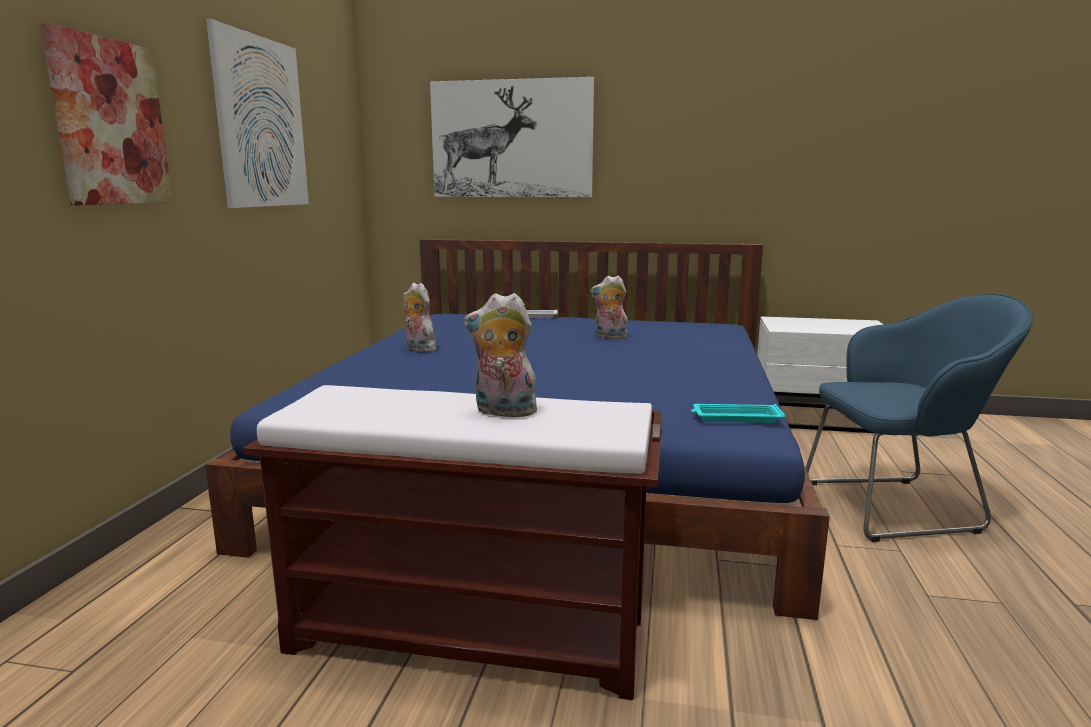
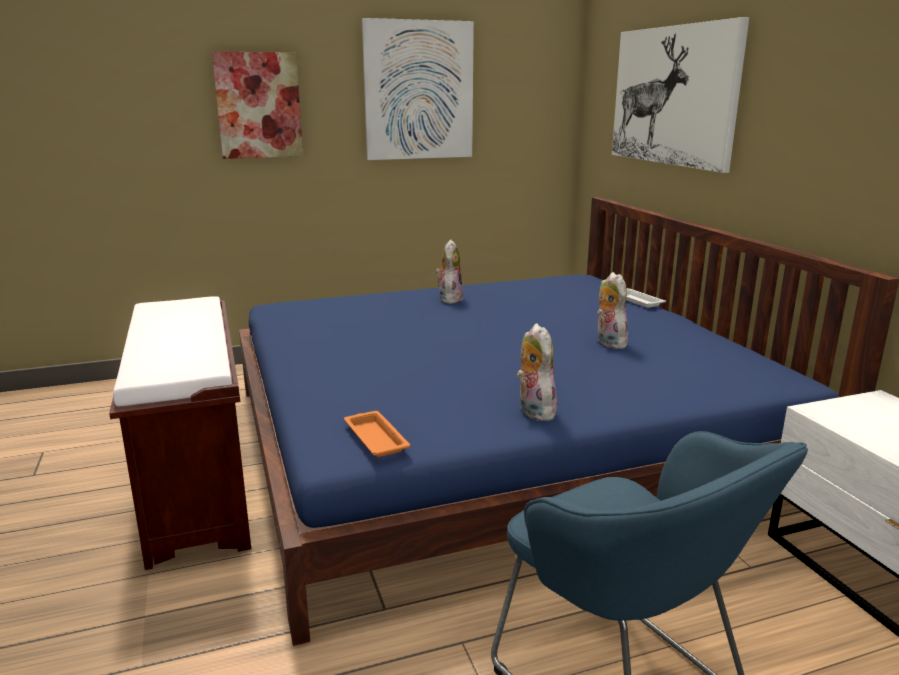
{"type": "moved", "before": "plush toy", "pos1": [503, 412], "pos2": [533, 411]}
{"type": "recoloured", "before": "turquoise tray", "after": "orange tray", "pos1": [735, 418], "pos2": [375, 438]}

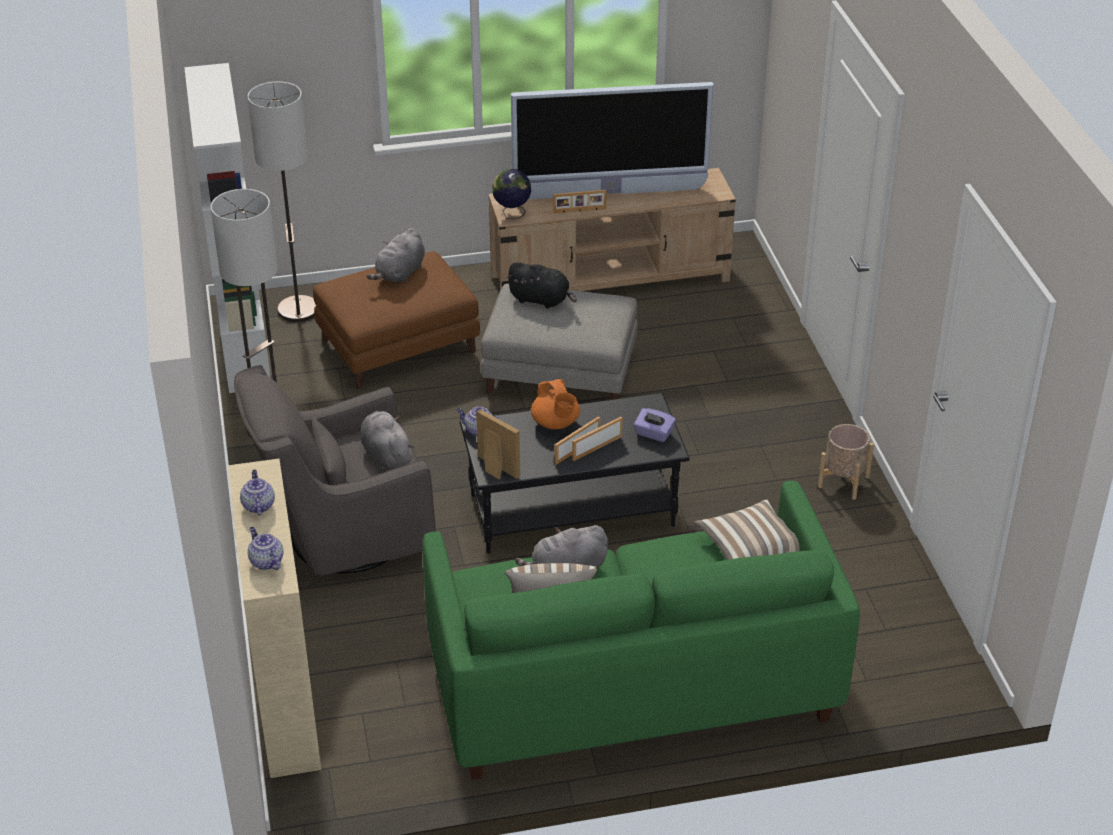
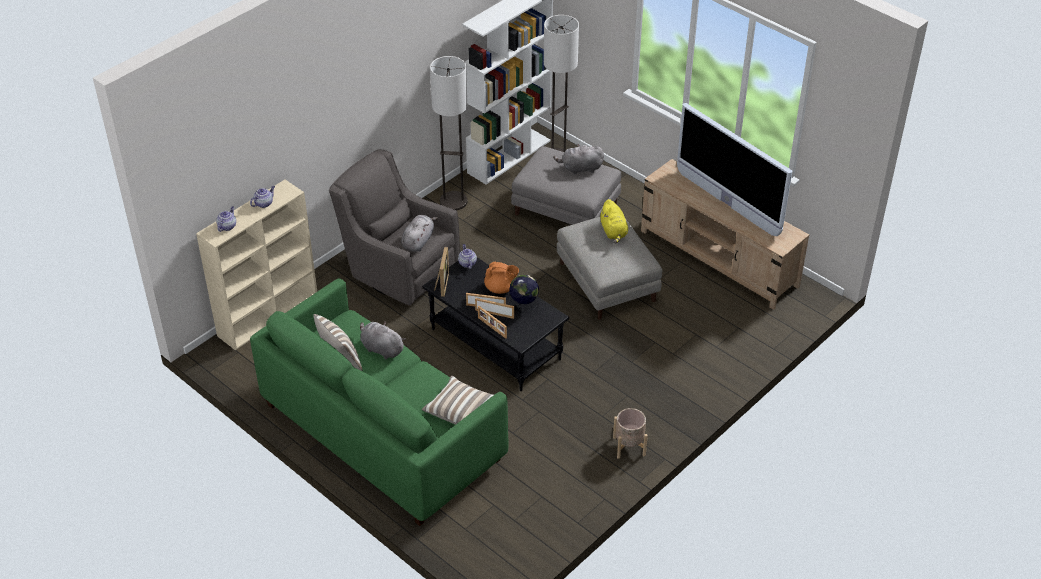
{"type": "moved", "before": "globe", "pos1": [512, 214], "pos2": [524, 305]}
{"type": "moved", "before": "picture frame", "pos1": [580, 211], "pos2": [491, 328]}
{"type": "recoloured", "before": "brown ottoman", "after": "grey ottoman", "pos1": [397, 348], "pos2": [564, 210]}
{"type": "recoloured", "before": "black plush toy", "after": "yellow plush toy", "pos1": [541, 300], "pos2": [613, 231]}
{"type": "turned", "before": "orange teapot", "pos1": [556, 423], "pos2": [500, 288], "turn": -105}
{"type": "removed", "before": "purple tissue box", "pos1": [654, 434]}

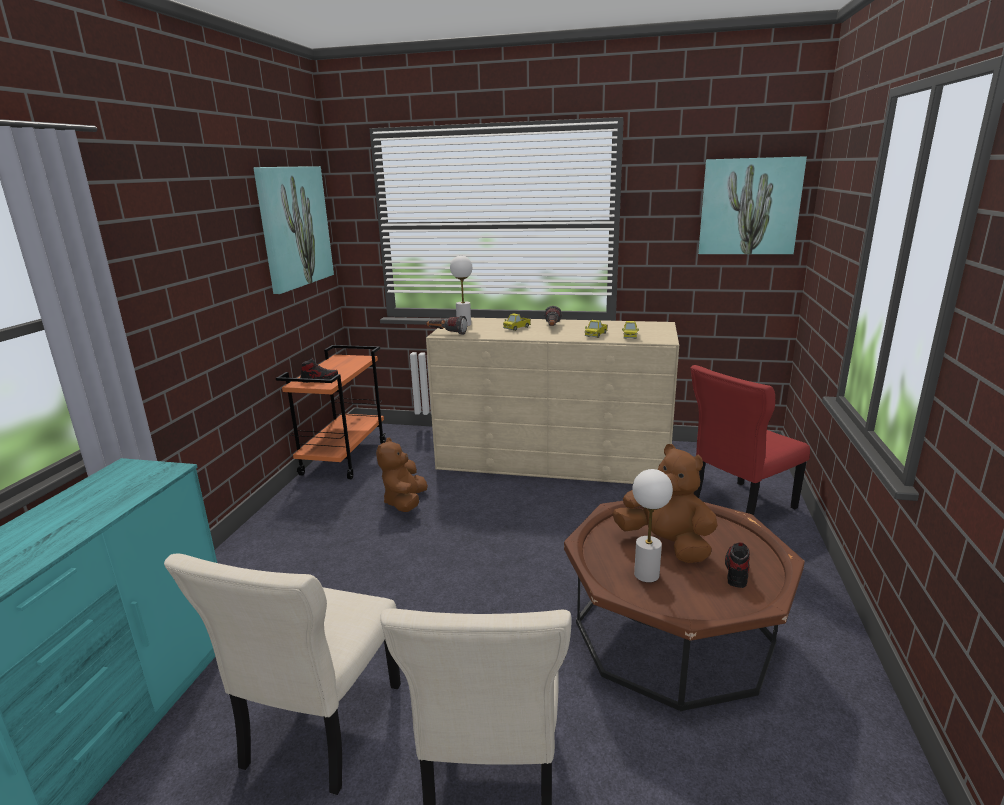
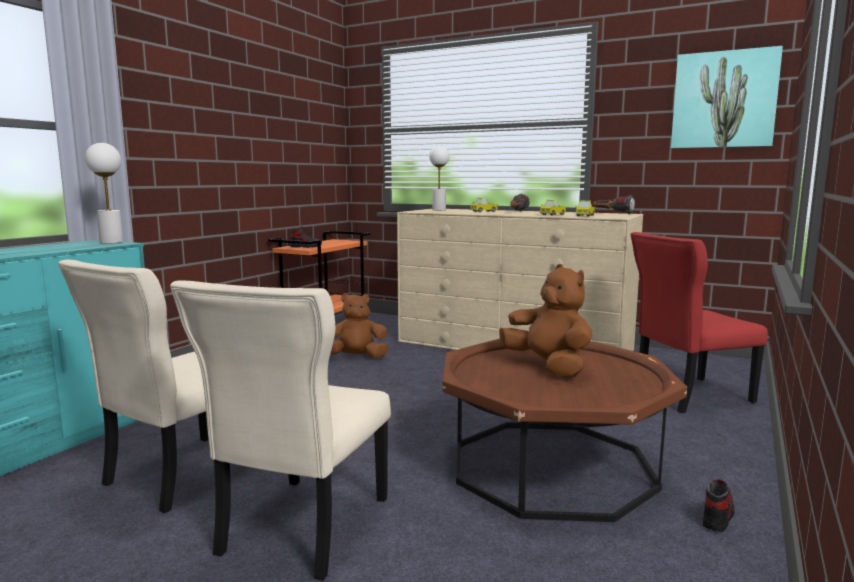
{"type": "removed", "before": "picture", "pos1": [294, 227]}
{"type": "moved", "before": "flashlight", "pos1": [446, 333], "pos2": [612, 213]}
{"type": "turned", "before": "brown plush toy", "pos1": [405, 502], "pos2": [356, 357], "turn": 60}
{"type": "moved", "before": "white table lamp", "pos1": [647, 574], "pos2": [111, 242]}
{"type": "moved", "before": "shoe", "pos1": [736, 571], "pos2": [717, 516]}

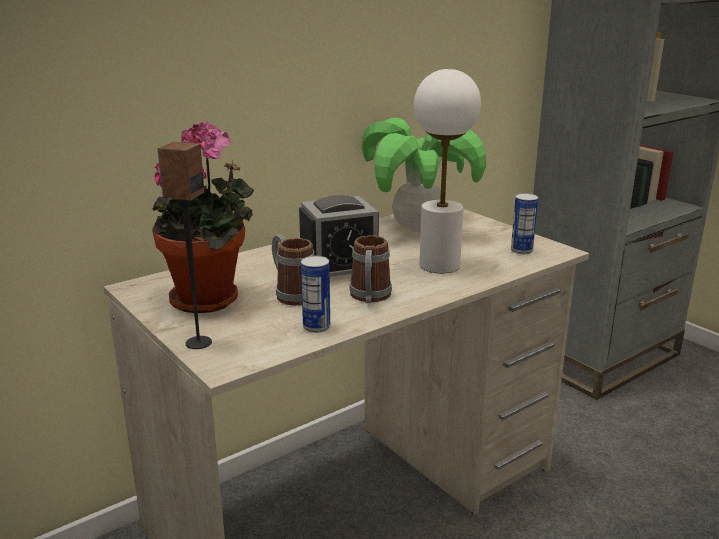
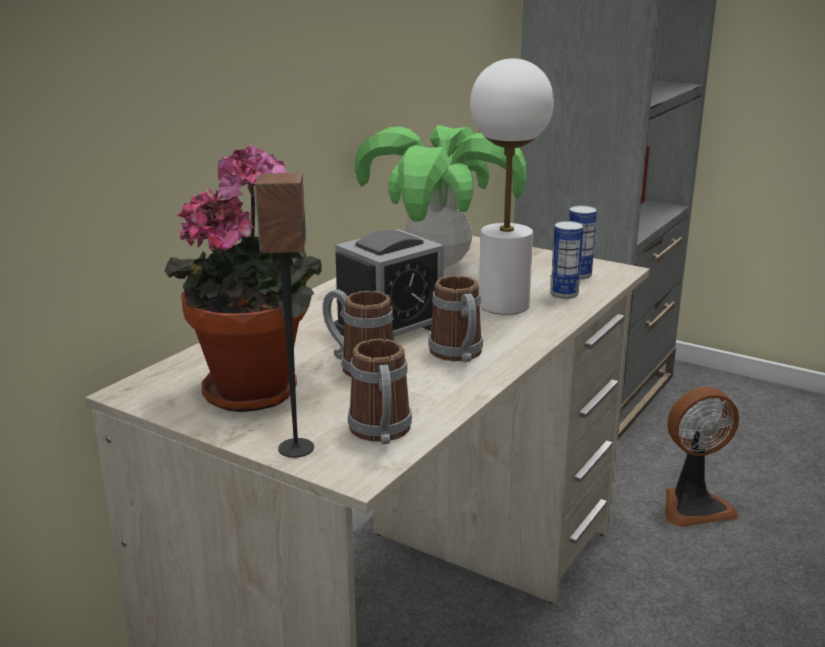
{"type": "moved", "before": "can", "pos1": [316, 327], "pos2": [564, 294]}
{"type": "added", "after": "mug", "pos2": [381, 434]}
{"type": "added", "after": "fan", "pos2": [693, 506]}

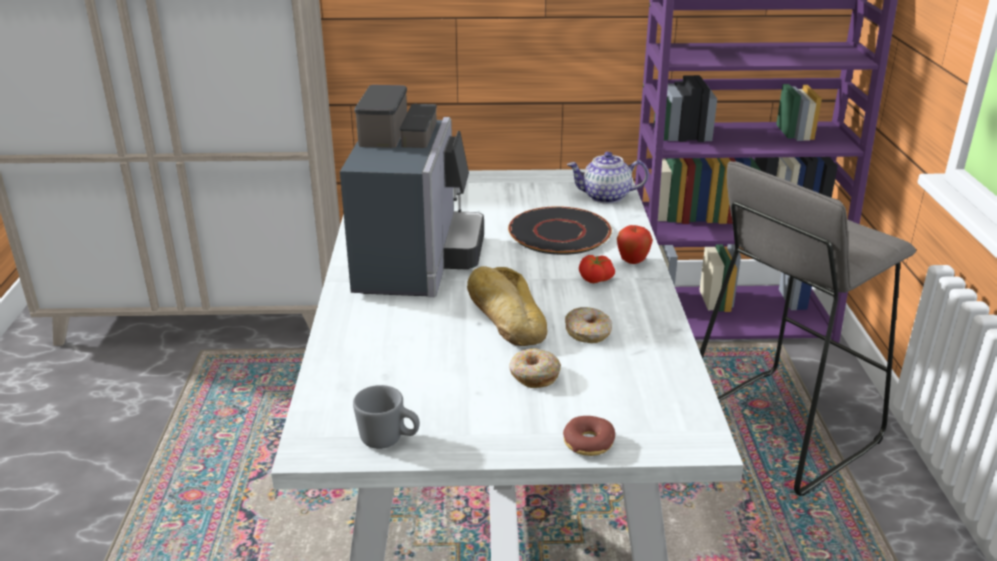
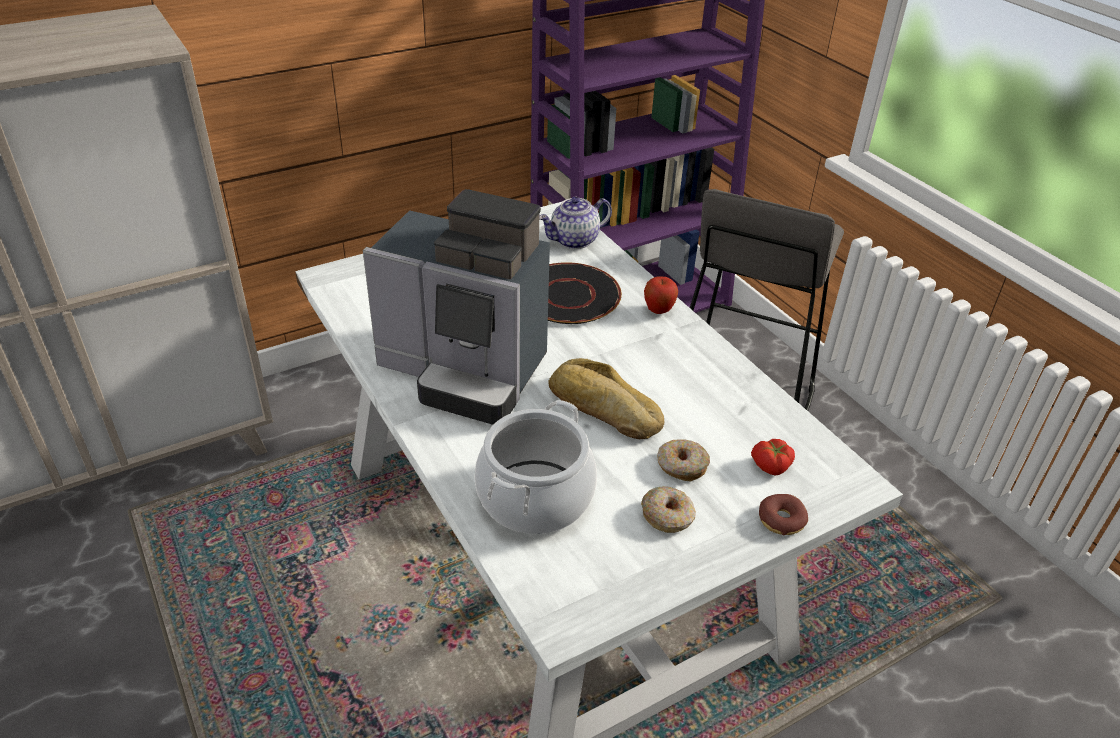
{"type": "turned", "before": "coffee machine", "pos1": [416, 262], "pos2": [465, 371], "turn": 135}
{"type": "moved", "before": "tomato", "pos1": [595, 280], "pos2": [771, 467]}
{"type": "moved", "before": "donut", "pos1": [588, 332], "pos2": [668, 516]}
{"type": "removed", "before": "grey mug", "pos1": [389, 440]}
{"type": "added", "after": "cooking pot", "pos2": [536, 497]}

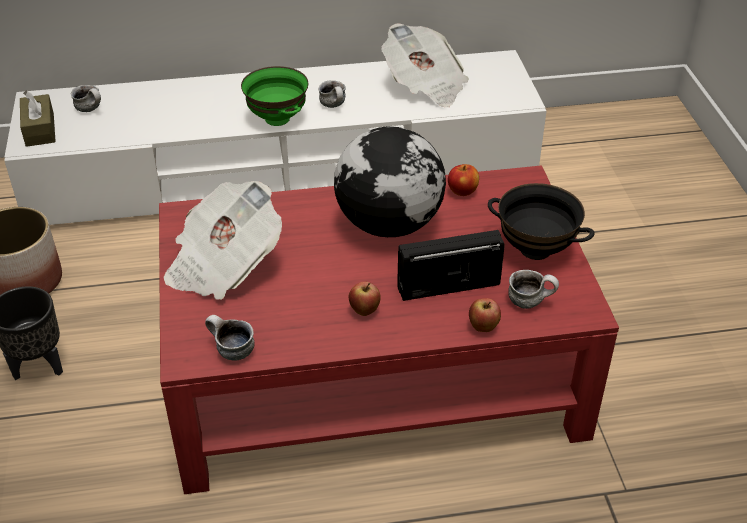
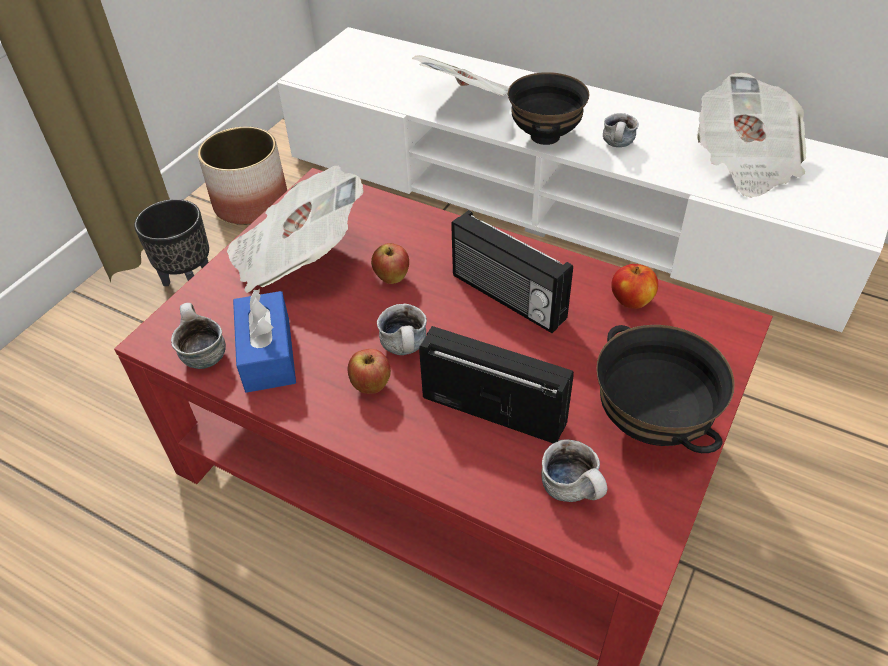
{"type": "recoloured", "before": "green bowl", "after": "black bowl", "pos1": [276, 119], "pos2": [544, 136]}
{"type": "moved", "before": "mug", "pos1": [91, 109], "pos2": [407, 349]}
{"type": "removed", "before": "brown tissue box", "pos1": [40, 129]}
{"type": "replaced", "before": "globe", "after": "radio", "pos1": [390, 224], "pos2": [506, 298]}
{"type": "moved", "before": "apple", "pos1": [483, 327], "pos2": [392, 279]}
{"type": "added", "after": "newspaper", "pos2": [468, 101]}
{"type": "added", "after": "blue tissue box", "pos2": [268, 354]}

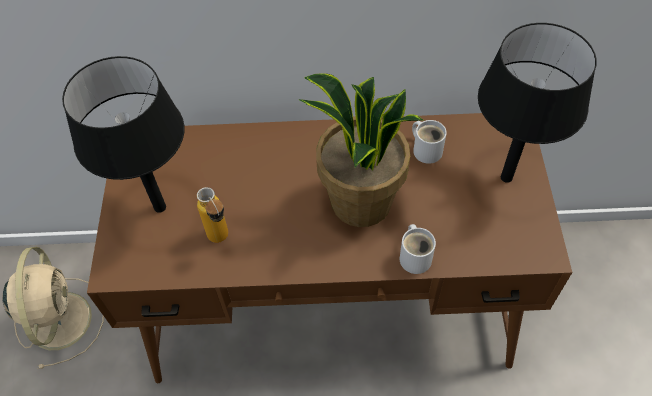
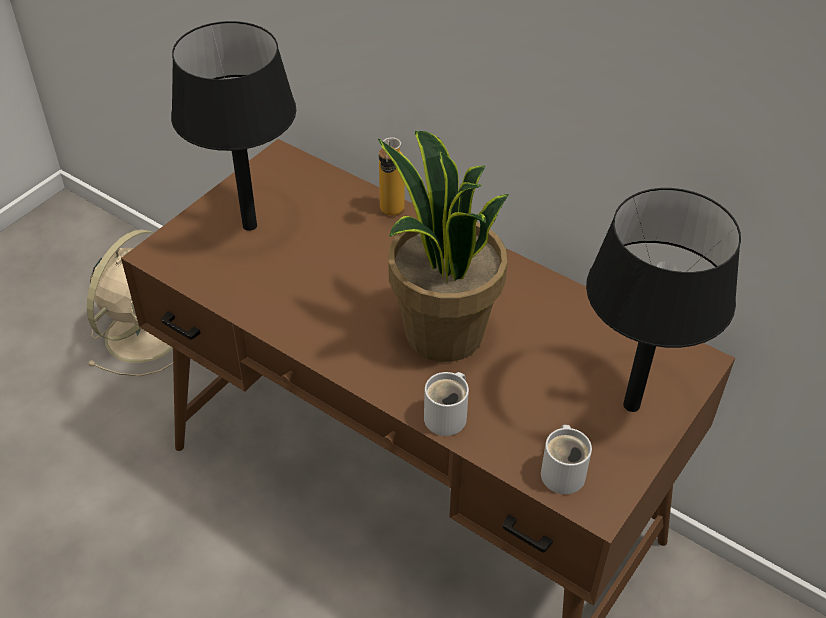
{"type": "moved", "before": "white mug", "pos1": [426, 149], "pos2": [564, 471]}
{"type": "moved", "before": "bottle", "pos1": [222, 241], "pos2": [390, 215]}

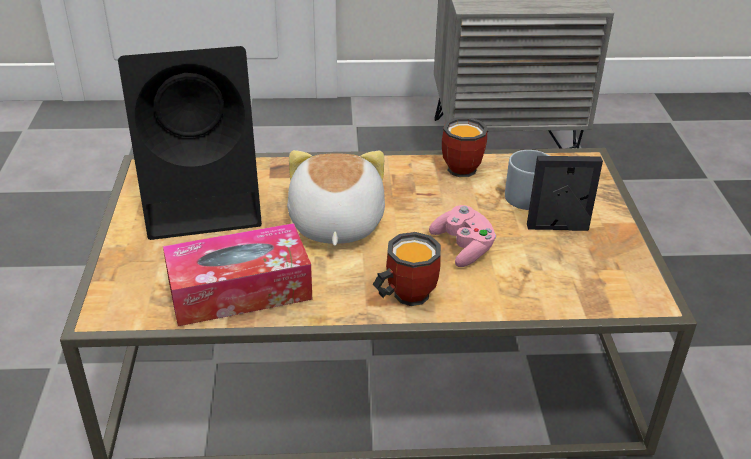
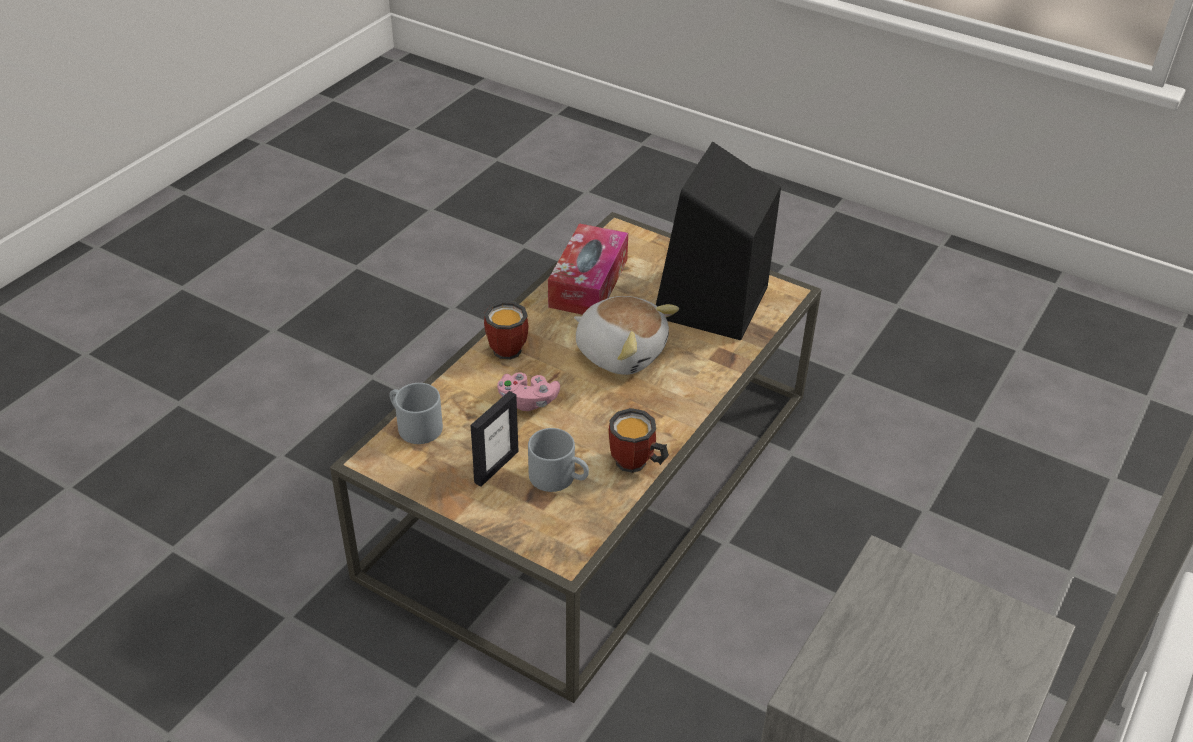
{"type": "added", "after": "grey mug", "pos2": [413, 426]}

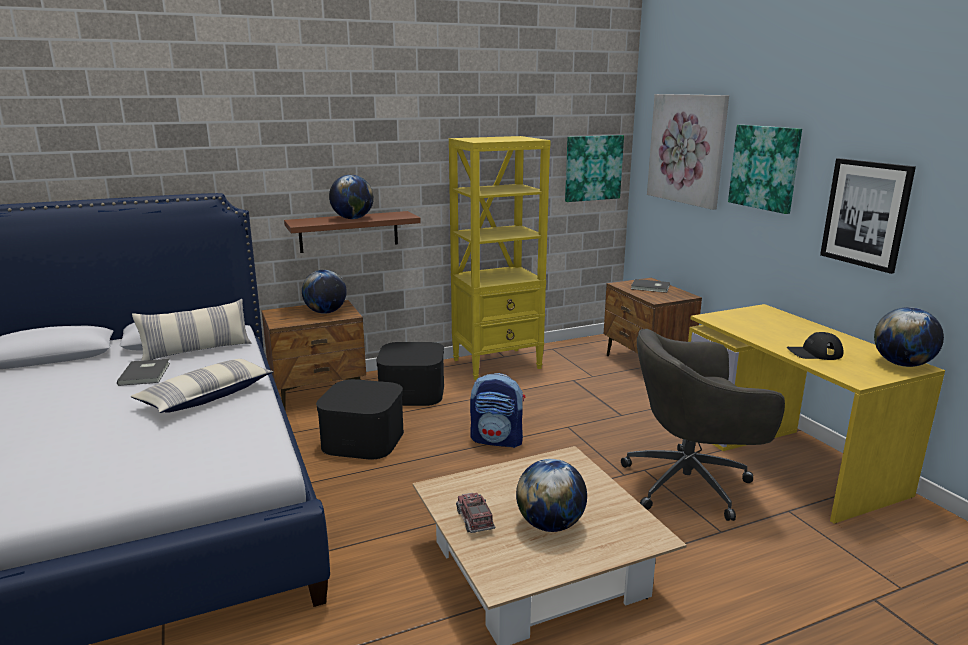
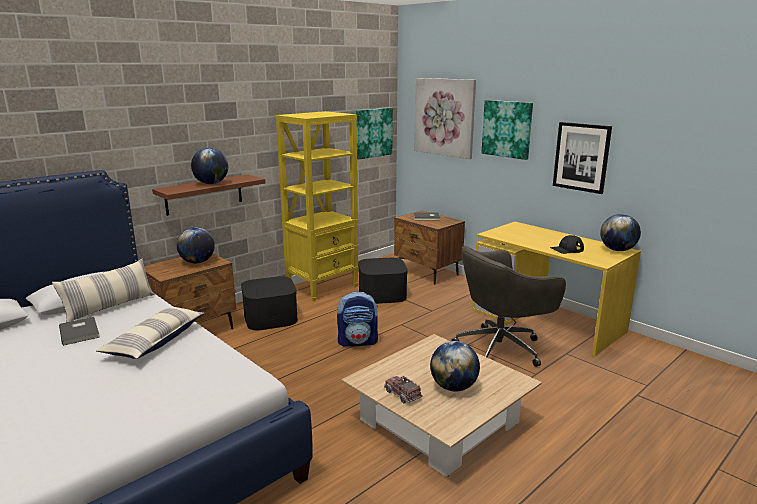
{"type": "moved", "before": "black storage box", "pos1": [363, 439], "pos2": [382, 293]}

